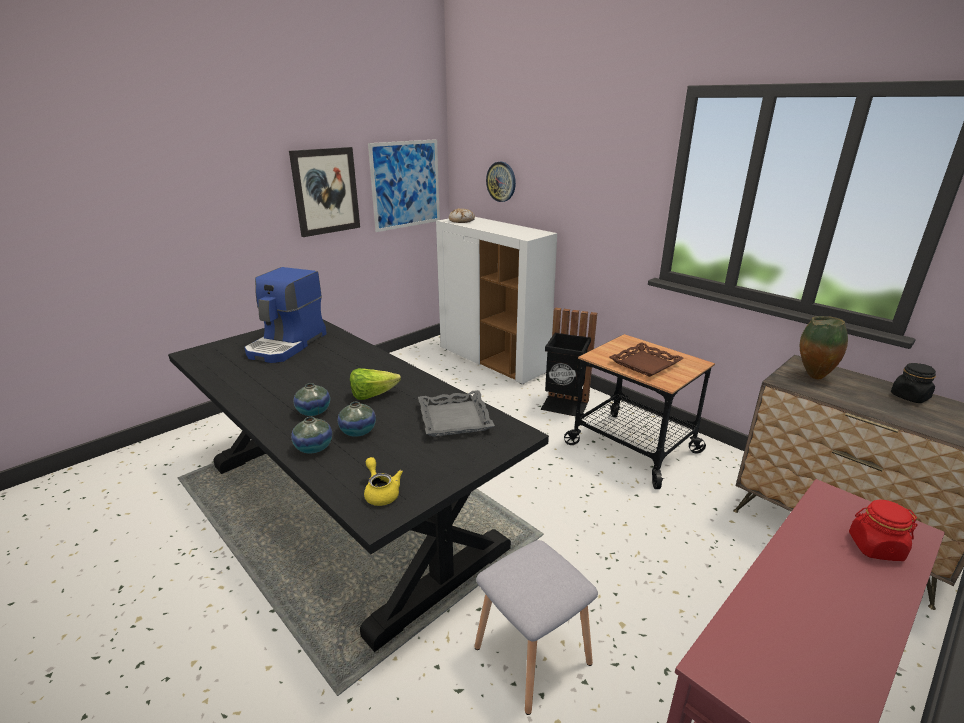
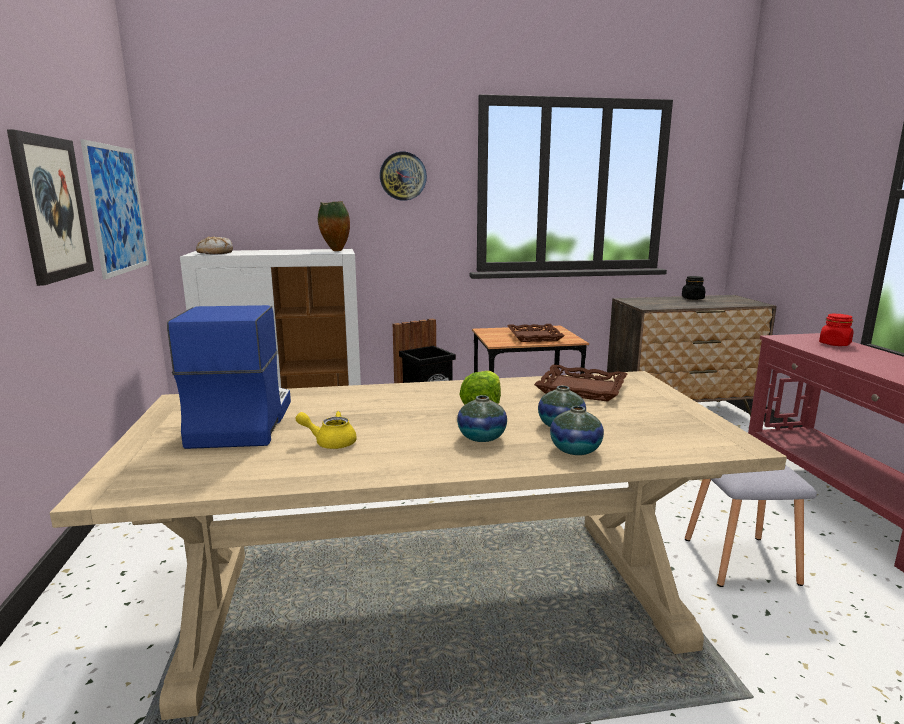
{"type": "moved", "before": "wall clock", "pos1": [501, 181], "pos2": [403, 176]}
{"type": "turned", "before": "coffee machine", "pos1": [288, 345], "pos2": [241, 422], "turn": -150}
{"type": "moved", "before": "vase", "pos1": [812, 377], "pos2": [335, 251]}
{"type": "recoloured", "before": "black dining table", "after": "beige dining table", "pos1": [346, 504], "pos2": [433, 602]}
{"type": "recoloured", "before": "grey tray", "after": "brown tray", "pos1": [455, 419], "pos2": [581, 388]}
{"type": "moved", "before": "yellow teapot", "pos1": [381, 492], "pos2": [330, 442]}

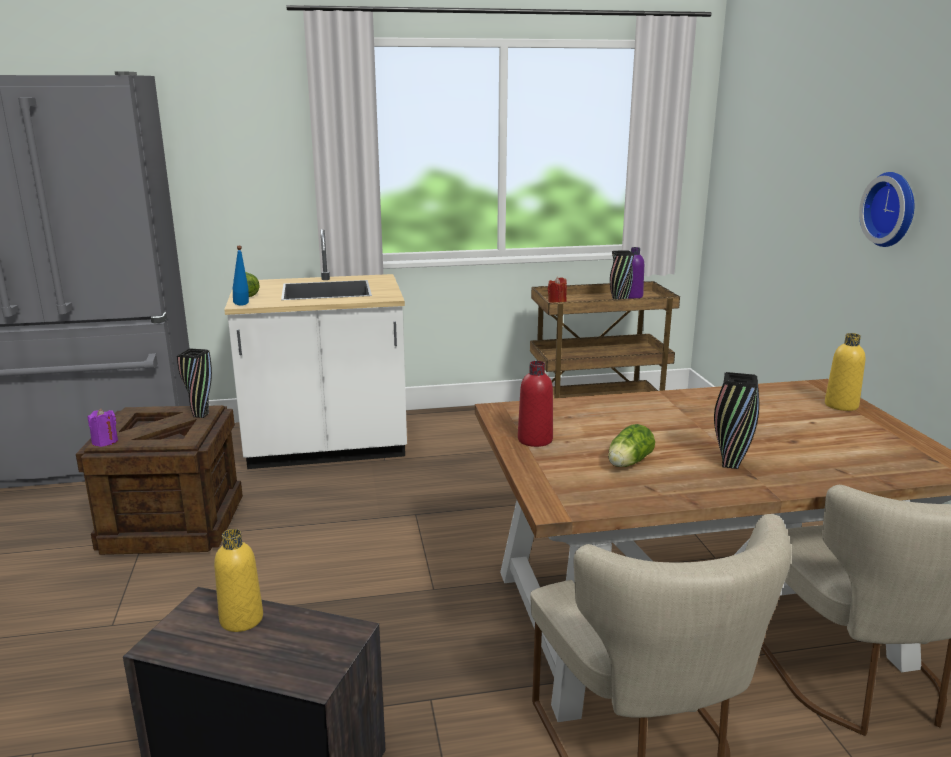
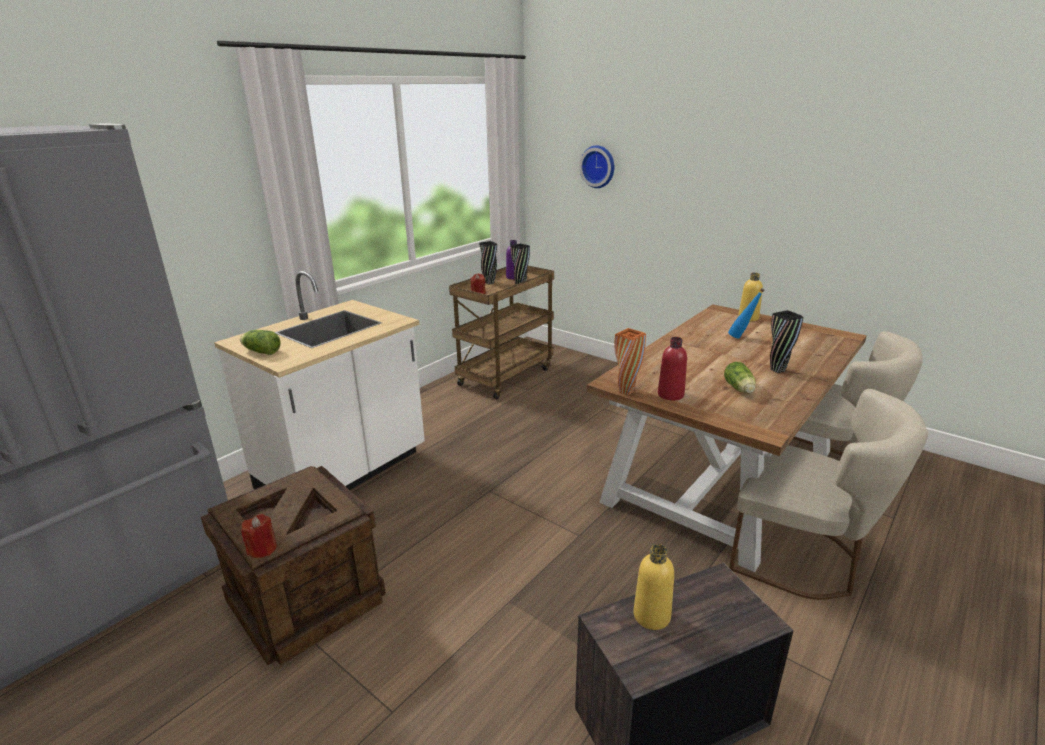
{"type": "moved", "before": "wall clock", "pos1": [892, 209], "pos2": [598, 166]}
{"type": "moved", "before": "blue bottle", "pos1": [242, 306], "pos2": [741, 338]}
{"type": "moved", "before": "black vase", "pos1": [201, 415], "pos2": [489, 283]}
{"type": "recoloured", "before": "purple candle", "after": "red candle", "pos1": [105, 441], "pos2": [262, 549]}
{"type": "added", "after": "orange vase", "pos2": [626, 392]}

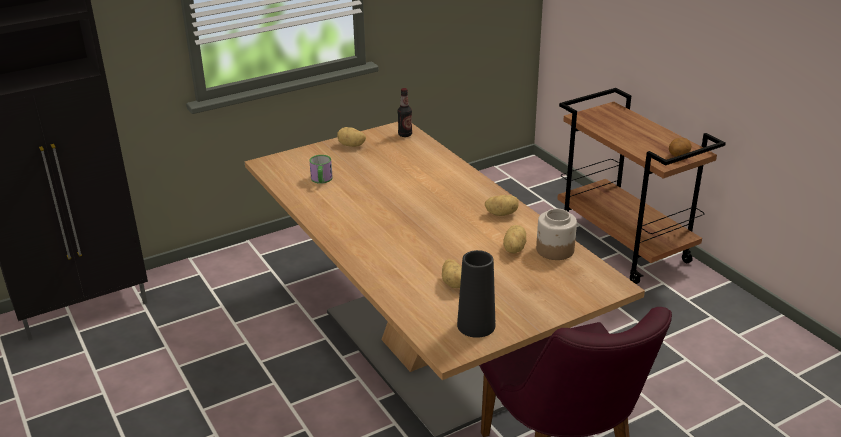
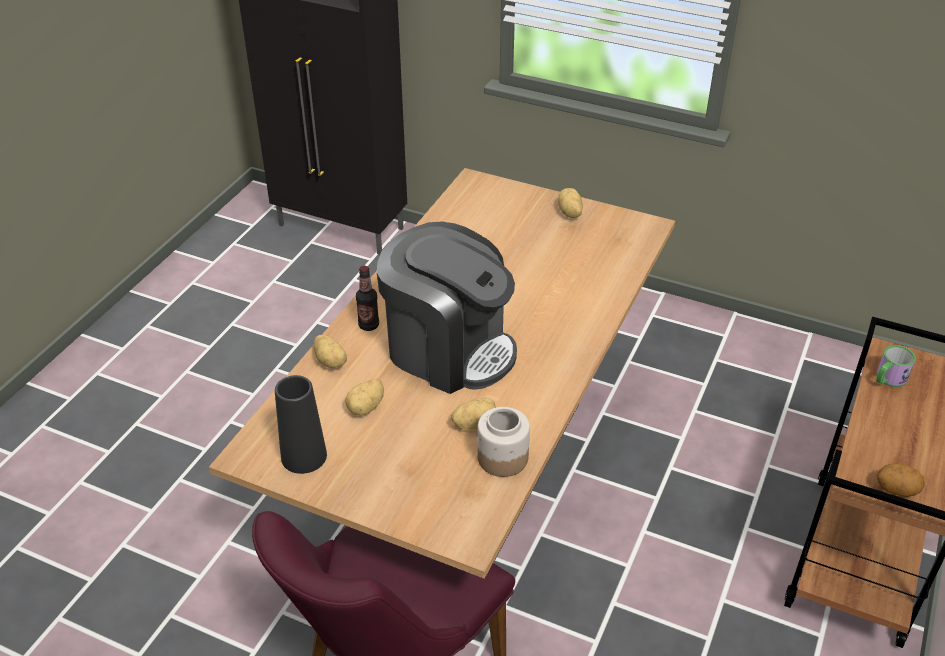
{"type": "moved", "before": "bottle", "pos1": [405, 134], "pos2": [369, 325]}
{"type": "moved", "before": "mug", "pos1": [321, 180], "pos2": [888, 379]}
{"type": "moved", "before": "potato", "pos1": [501, 213], "pos2": [331, 361]}
{"type": "added", "after": "coffee machine", "pos2": [449, 350]}

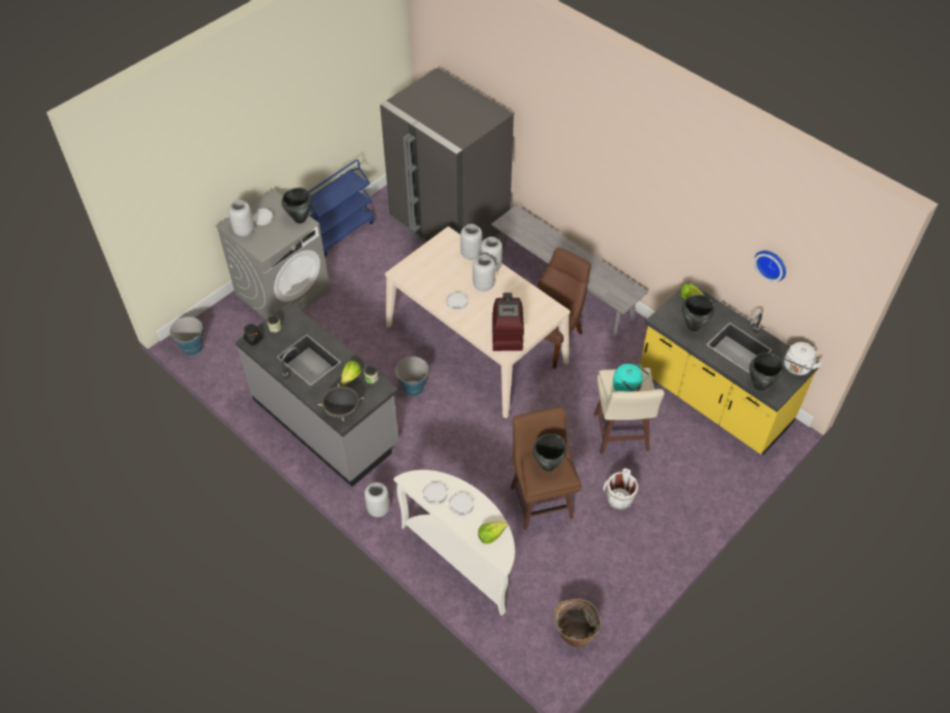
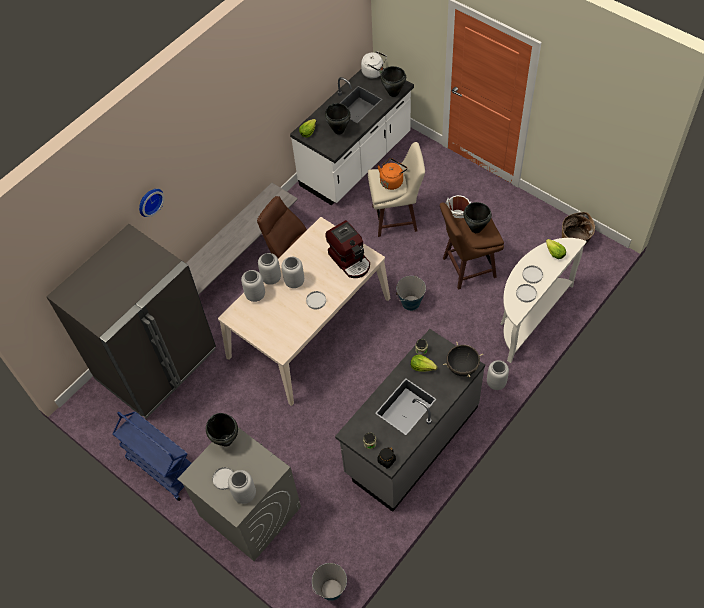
{"type": "moved", "before": "wall clock", "pos1": [771, 264], "pos2": [149, 201]}
{"type": "recoloured", "before": "yellow counter", "after": "white counter", "pos1": [713, 400], "pos2": [356, 161]}
{"type": "turned", "before": "coffee machine", "pos1": [506, 333], "pos2": [350, 260], "turn": -120}
{"type": "moved", "before": "bucket", "pos1": [413, 387], "pos2": [410, 303]}
{"type": "recoloured", "before": "turquoise kettle", "after": "orange kettle", "pos1": [628, 388], "pos2": [392, 181]}

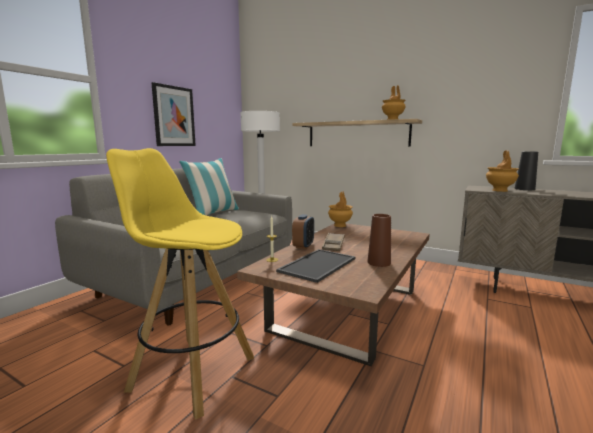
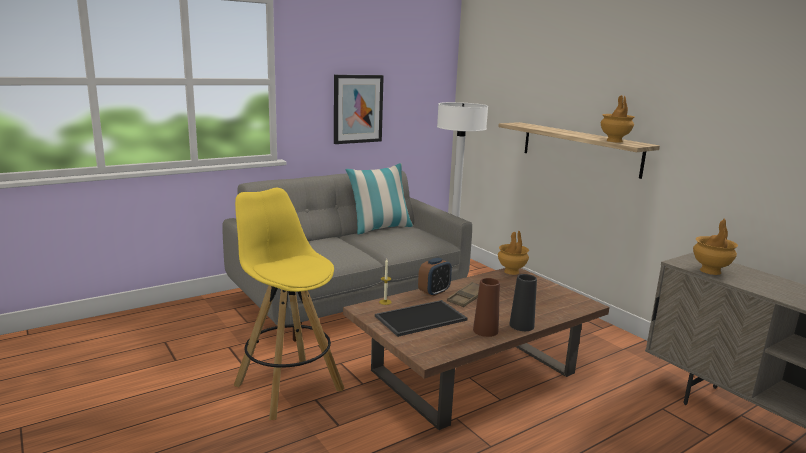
{"type": "moved", "before": "black vase", "pos1": [524, 189], "pos2": [521, 325]}

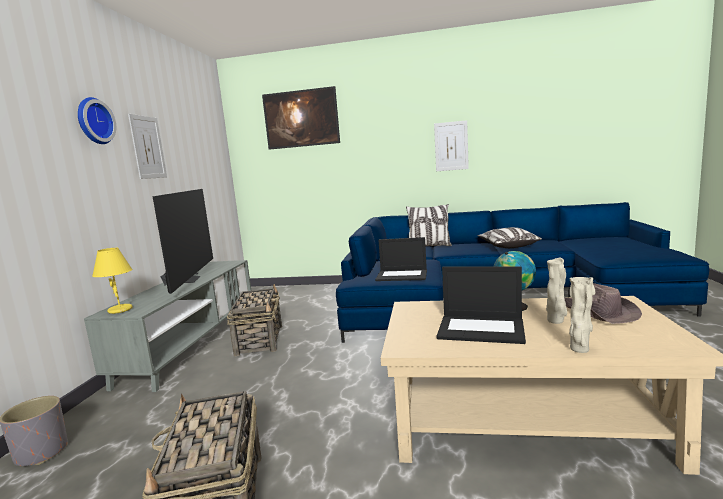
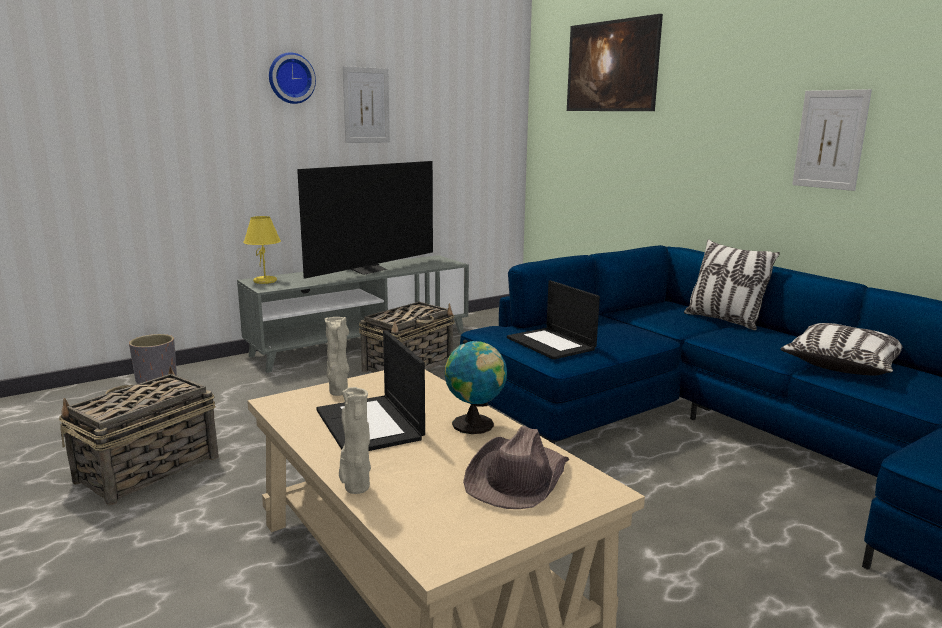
{"type": "moved", "before": "beige vase", "pos1": [556, 321], "pos2": [338, 393]}

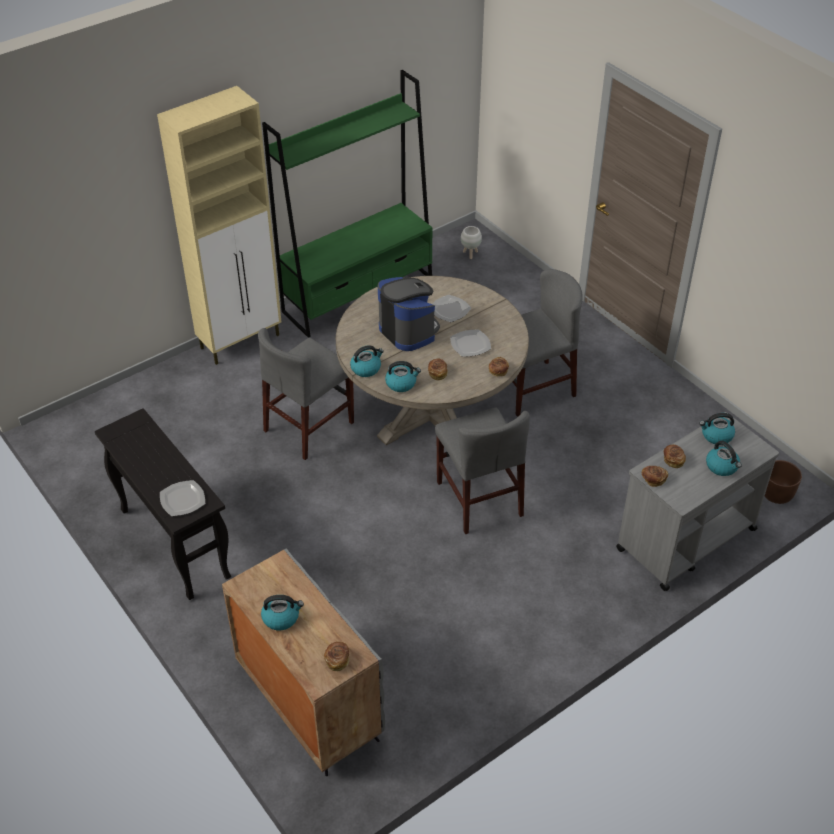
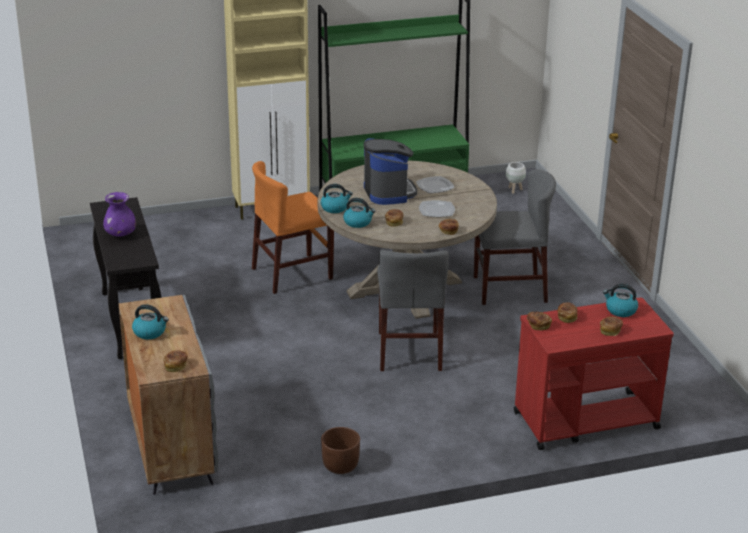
{"type": "recoloured", "before": "grey chair", "after": "orange chair", "pos1": [309, 426], "pos2": [292, 273]}
{"type": "recoloured", "before": "grey cart", "after": "red cart", "pos1": [685, 539], "pos2": [584, 420]}
{"type": "replaced", "before": "kettle", "after": "bread", "pos1": [722, 466], "pos2": [610, 331]}
{"type": "moved", "before": "brown planter", "pos1": [776, 494], "pos2": [340, 465]}
{"type": "removed", "before": "plate", "pos1": [183, 499]}
{"type": "added", "after": "purple vase", "pos2": [120, 234]}

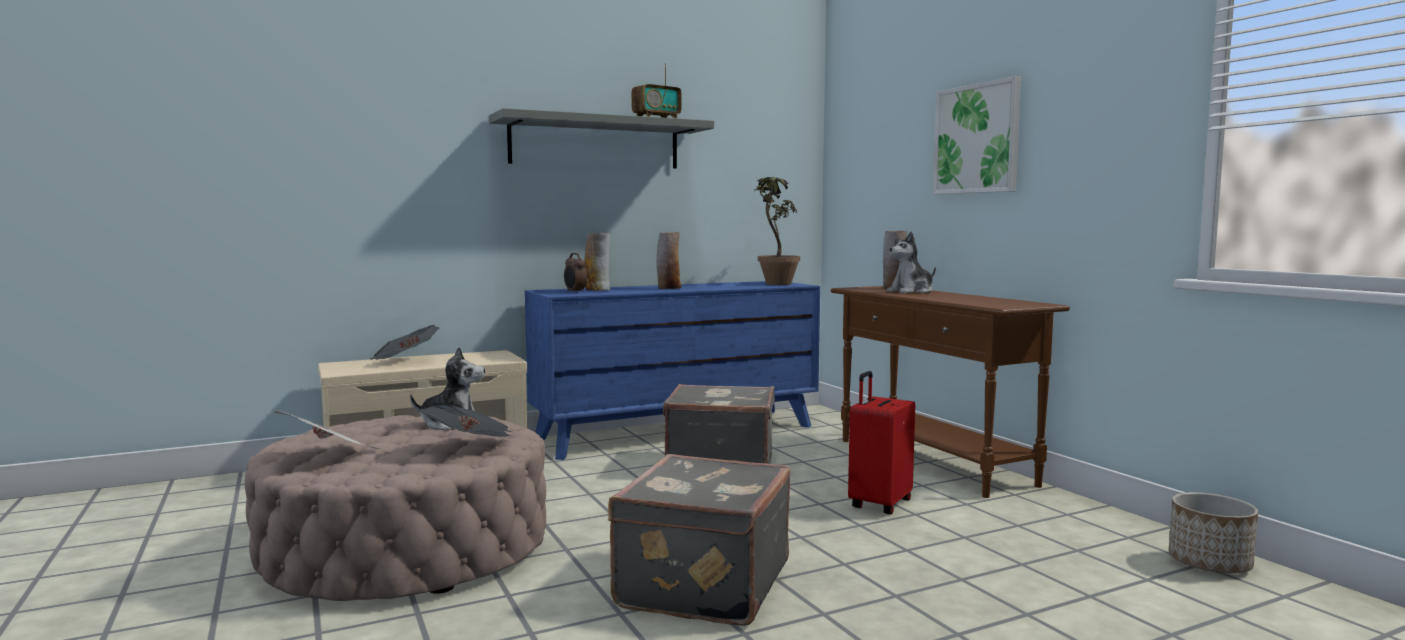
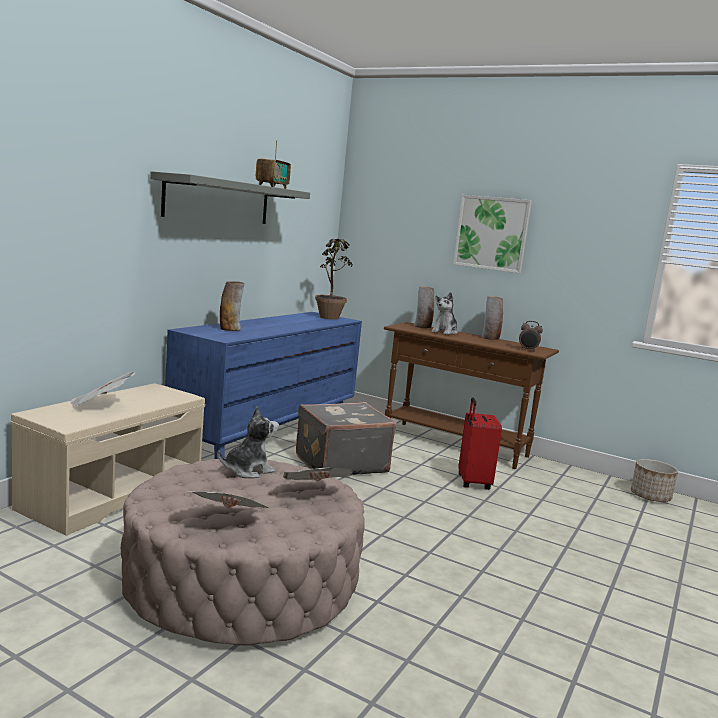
{"type": "moved", "before": "vase", "pos1": [668, 288], "pos2": [490, 338]}
{"type": "moved", "before": "alarm clock", "pos1": [575, 292], "pos2": [528, 350]}
{"type": "removed", "before": "grey suitcase", "pos1": [700, 585]}

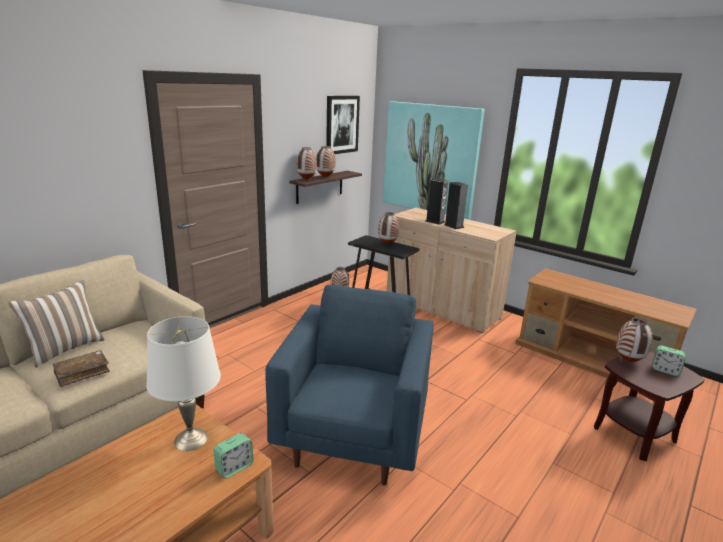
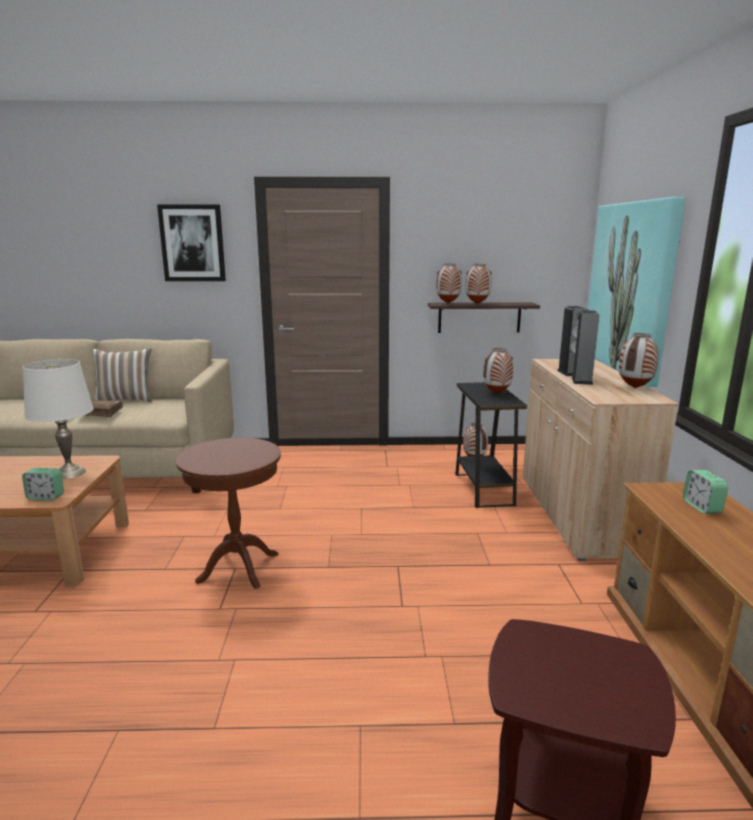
{"type": "moved", "before": "picture", "pos1": [342, 124], "pos2": [192, 243]}
{"type": "replaced", "before": "blue armchair", "after": "brown side table", "pos1": [353, 437], "pos2": [238, 567]}
{"type": "moved", "before": "vase", "pos1": [628, 361], "pos2": [635, 388]}
{"type": "moved", "before": "alarm clock", "pos1": [665, 370], "pos2": [702, 507]}

